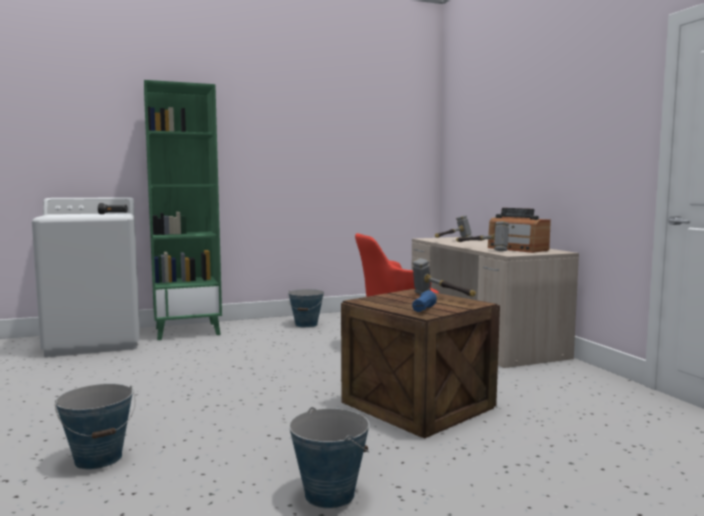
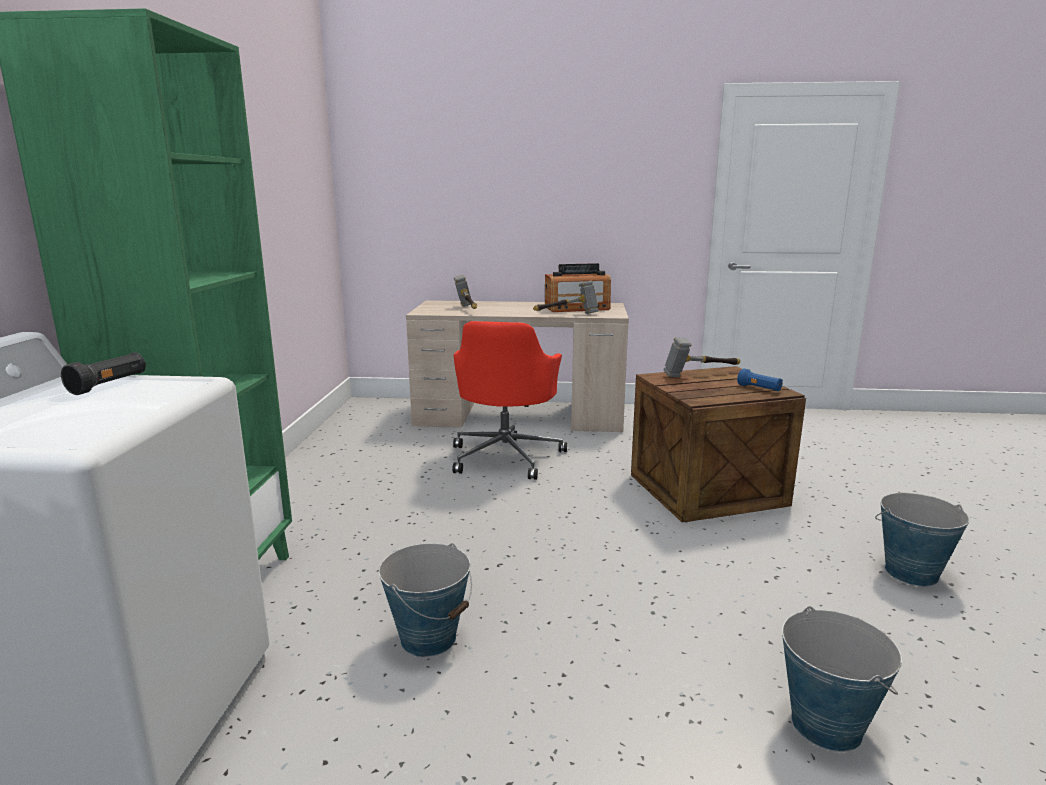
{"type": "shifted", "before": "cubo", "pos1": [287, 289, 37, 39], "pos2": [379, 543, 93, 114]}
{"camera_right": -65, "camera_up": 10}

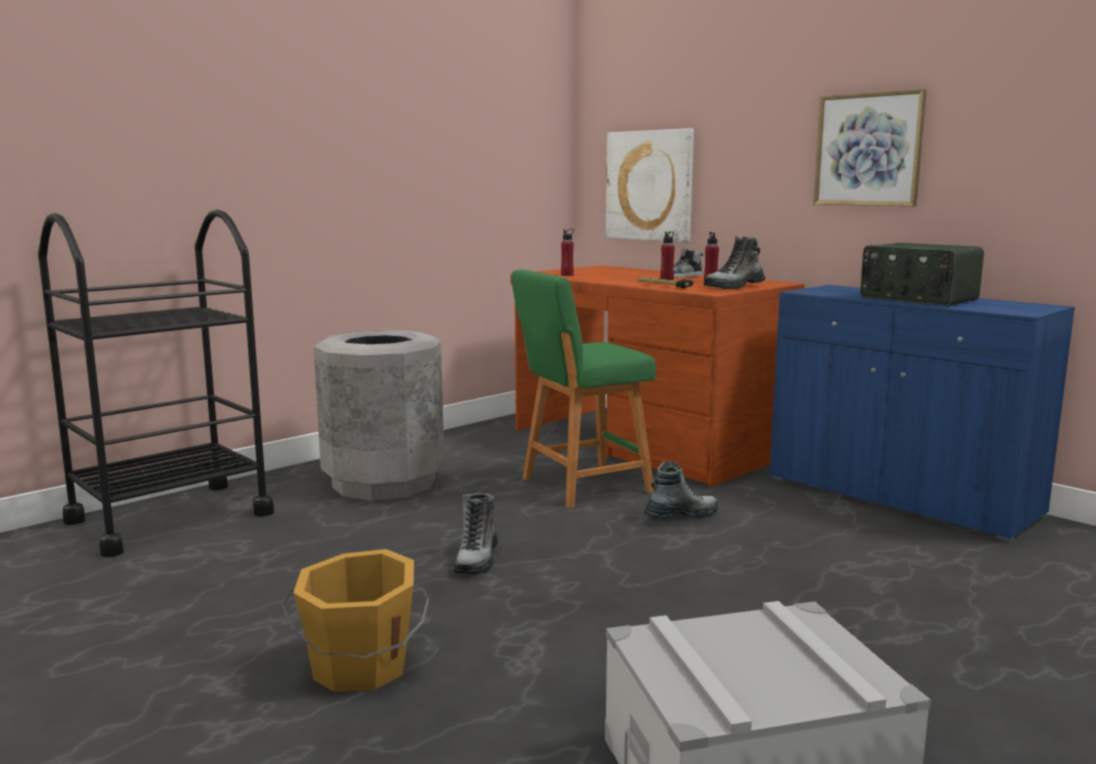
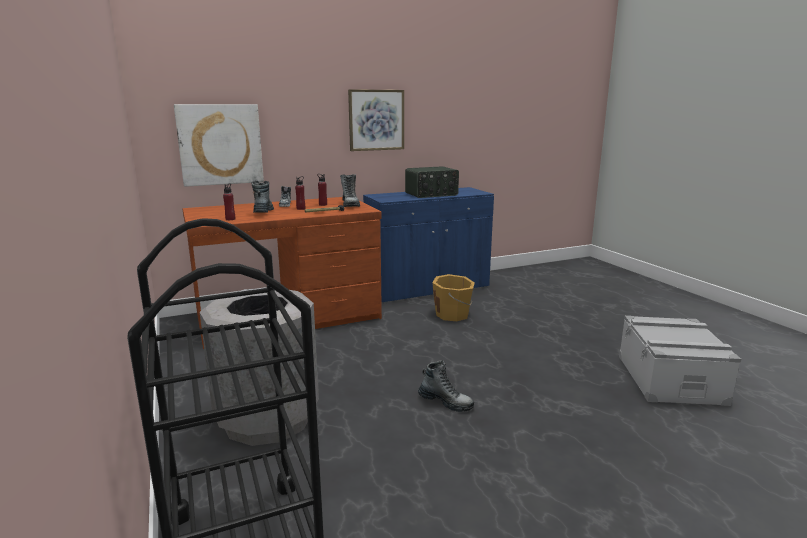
{"type": "shifted", "before": "cubo [naranja]", "pos1": [282, 549, 147, 143], "pos2": [432, 274, 43, 47]}
{"type": "gone", "before": "taburete [verde]", "pos1": [511, 270, 145, 238]}
{"type": "shifted", "before": "bota", "pos1": [643, 461, 75, 59], "pos2": [252, 181, 22, 32]}
{"camera_right": -70, "camera_up": 5}

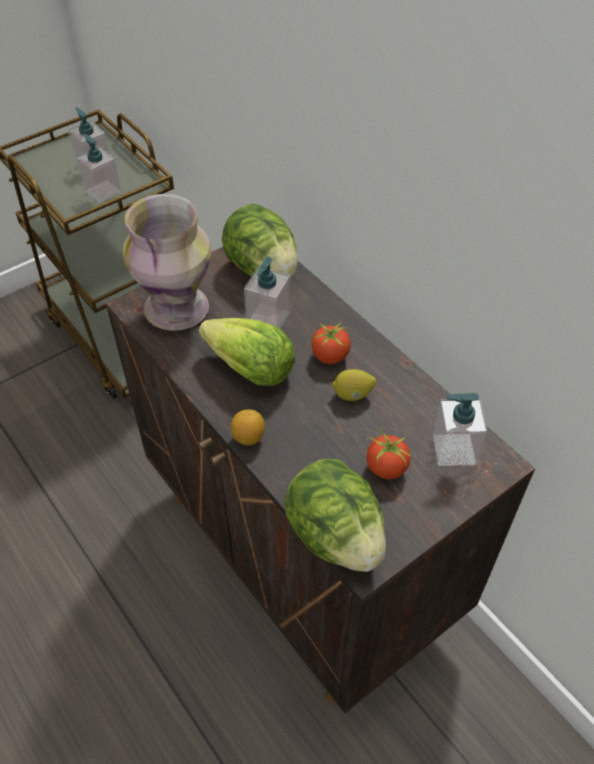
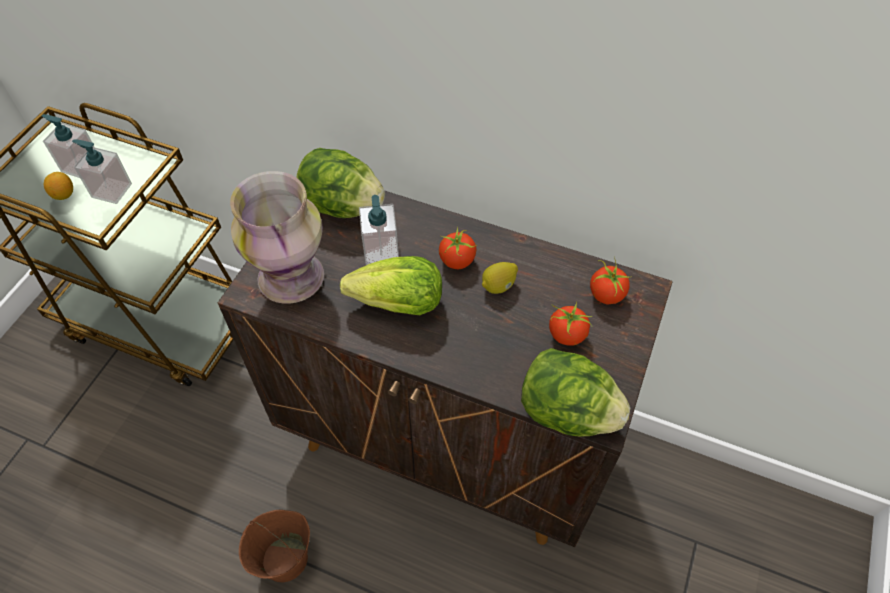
{"type": "shifted", "before": "limón", "pos1": [231, 409, 34, 37], "pos2": [44, 172, 29, 28]}
{"type": "swapped", "before": "dispensador de jabón", "after": "tomate", "pos1": [433, 393, 55, 73], "pos2": [590, 257, 42, 48]}
{"type": "new", "after": "cubo [marrón]", "pos2": [239, 510, 71, 72]}
{"camera_right": -30, "camera_up": 5}

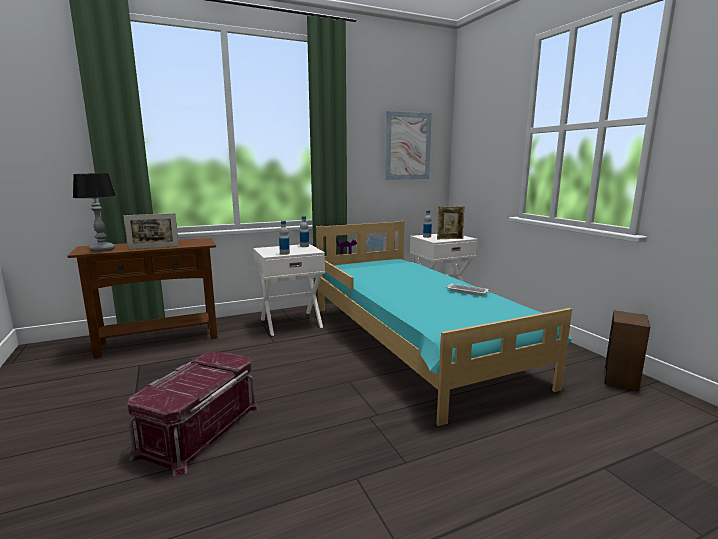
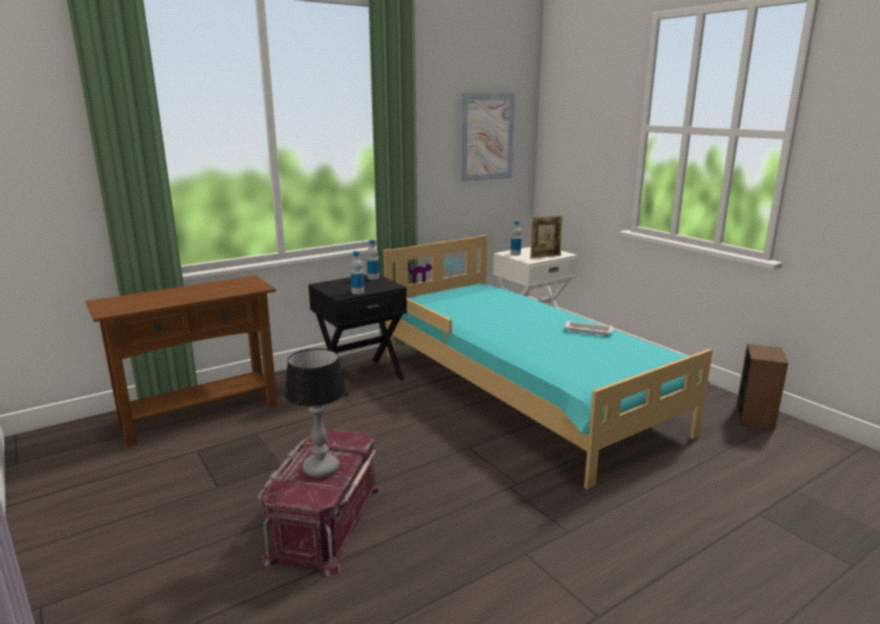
{"type": "shifted", "before": "lámpara de mesa", "pos1": [73, 174, 43, 78], "pos2": [284, 348, 63, 130]}
{"type": "gone", "before": "portarretratos", "pos1": [123, 213, 56, 36]}
{"type": "repainted", "before": "mesita de noche [blanco]", "after": "mesita de noche [negro]", "pos1": [253, 244, 72, 92], "pos2": [308, 274, 99, 122]}
{"camera_right": -10, "camera_up": 5}

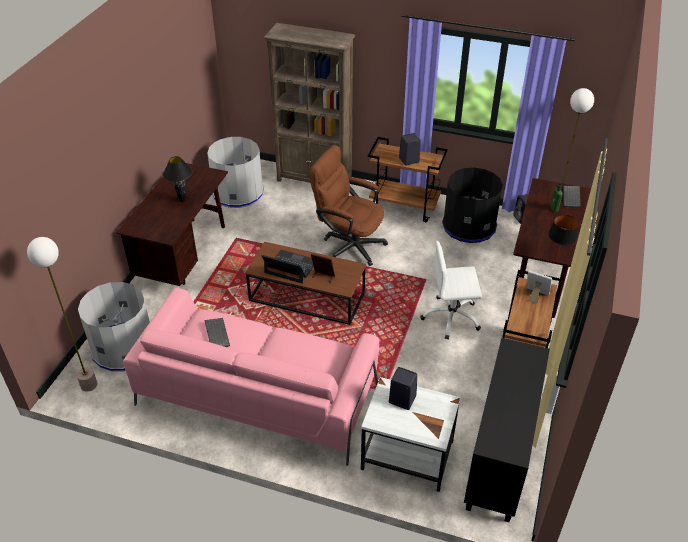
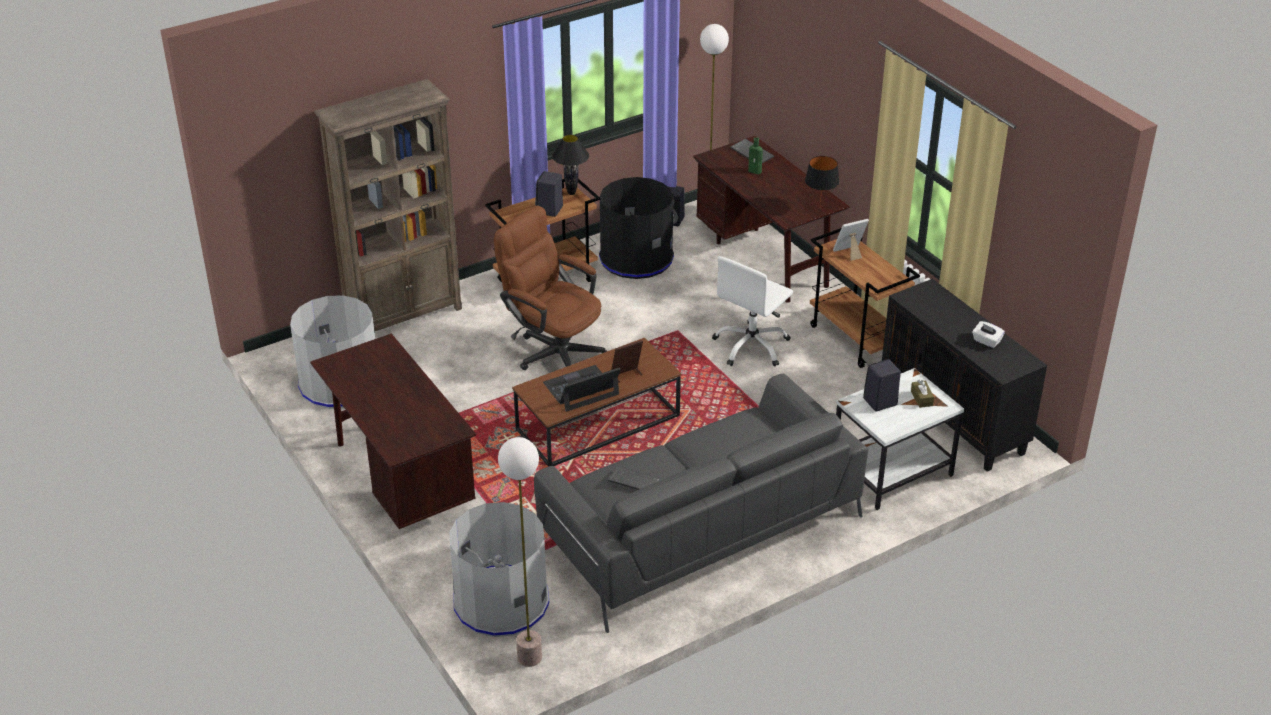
{"type": "repainted", "before": "sofá [rosa]", "after": "sofá [gris]", "pos1": [123, 288, 256, 178], "pos2": [534, 373, 334, 260]}
{"type": "shifted", "before": "lámpara de mesa [negro]", "pos1": [163, 156, 29, 46], "pos2": [552, 134, 37, 61]}
{"type": "rotated", "before": "silla de oficina [marrón]", "pos1": [310, 145, 78, 121], "pos2": [494, 206, 113, 164], "turn": 60}
{"type": "new", "after": "caja de pañuelos [marrón]", "pos2": [911, 380, 23, 28]}
{"type": "new", "after": "caja de pañuelos [blanco]", "pos2": [972, 321, 33, 27]}
{"camera_right": -50, "camera_up": -5}

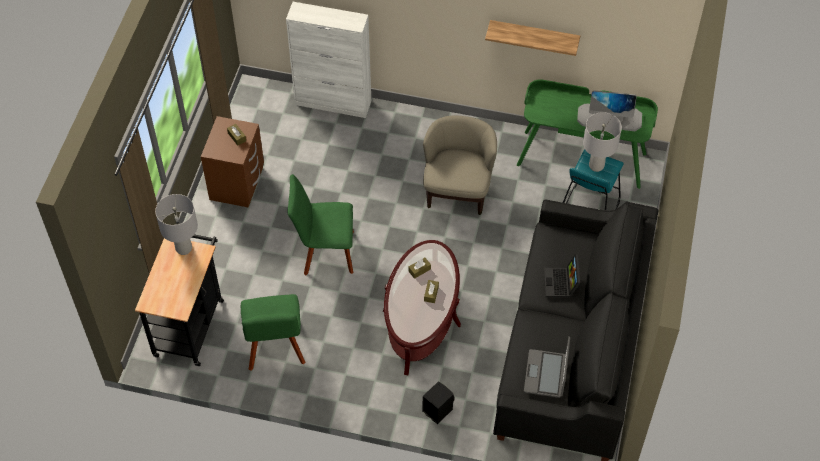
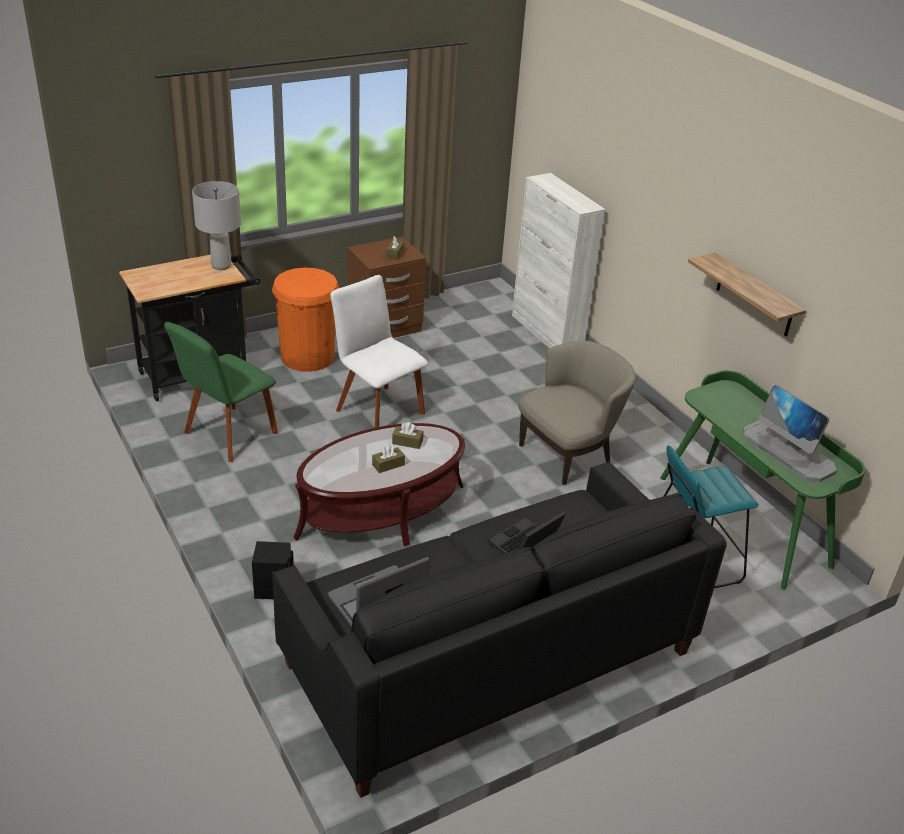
{"type": "repainted", "before": "silla [verde]", "after": "silla [blanco]", "pos1": [287, 174, 67, 102], "pos2": [330, 275, 98, 153]}
{"type": "gone", "before": "lámpara de mesa [gris]", "pos1": [583, 112, 39, 60]}
{"type": "new", "after": "papelera [naranja]", "pos2": [272, 268, 67, 104]}
{"camera_right": 45, "camera_up": -20}

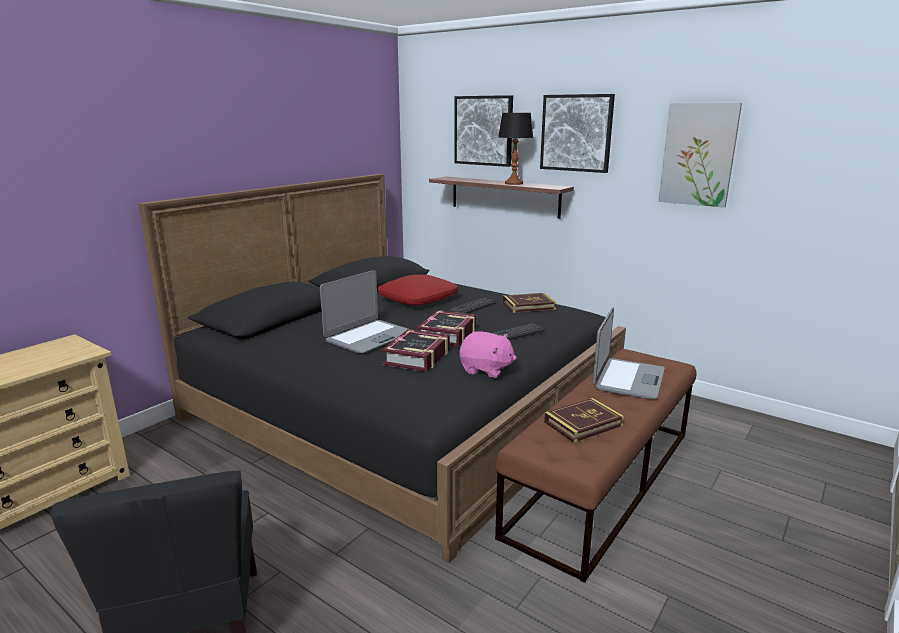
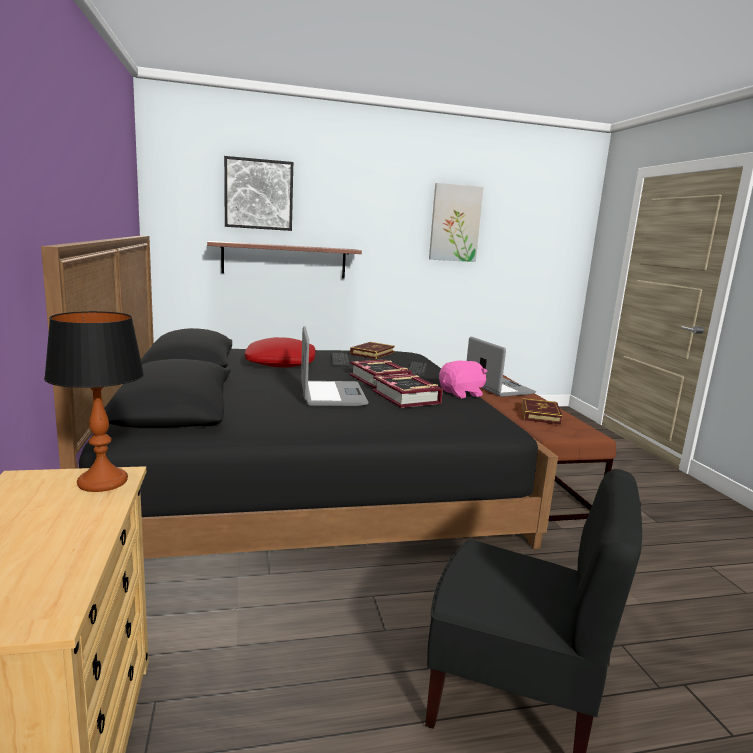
{"type": "shifted", "before": "lámpara de mesa", "pos1": [498, 113, 35, 72], "pos2": [44, 311, 100, 181]}
{"type": "gone", "before": "cuadro", "pos1": [540, 94, 75, 79]}
{"camera_right": -50, "camera_up": -5}

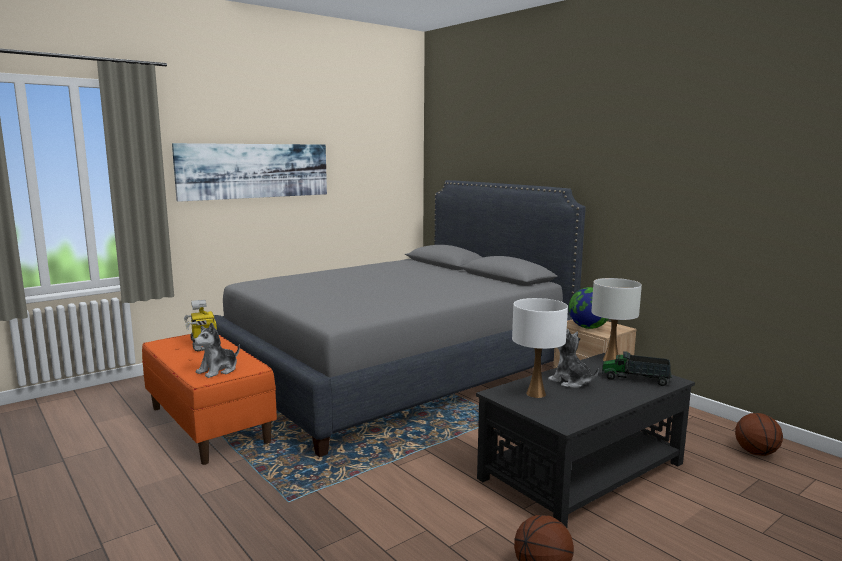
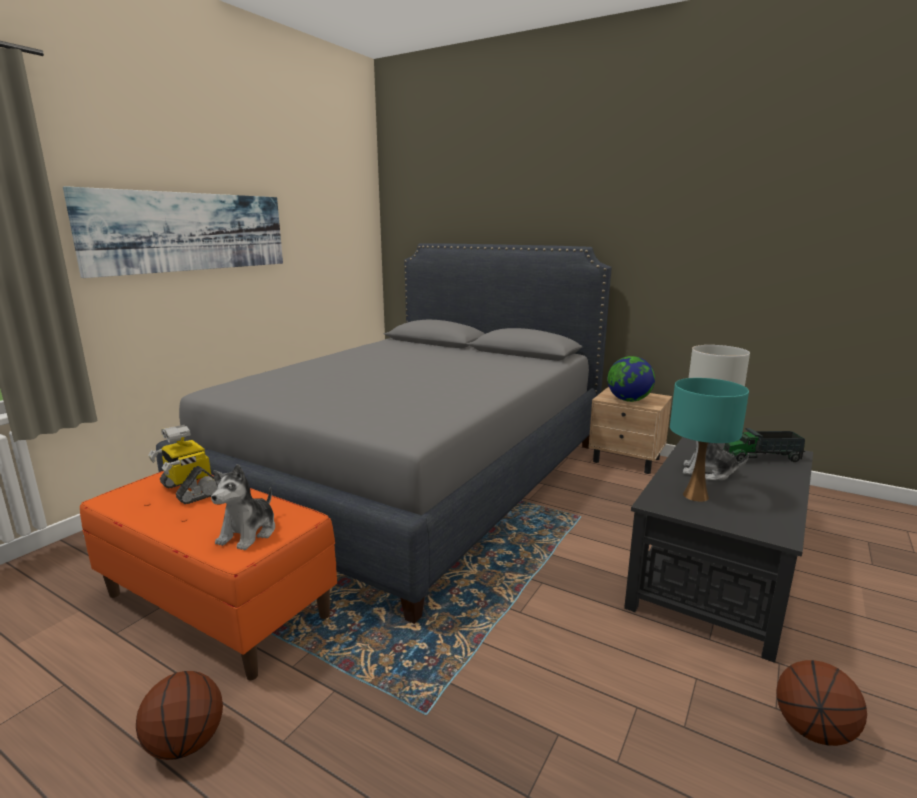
{"type": "repainted", "before": "lámpara de mesa [blanco]", "after": "lámpara de mesa [turquesa]", "pos1": [512, 298, 56, 100], "pos2": [670, 378, 79, 124]}
{"type": "shifted", "before": "balón de baloncesto", "pos1": [735, 413, 48, 43], "pos2": [136, 671, 87, 89]}
{"camera_right": -20, "camera_up": 5}

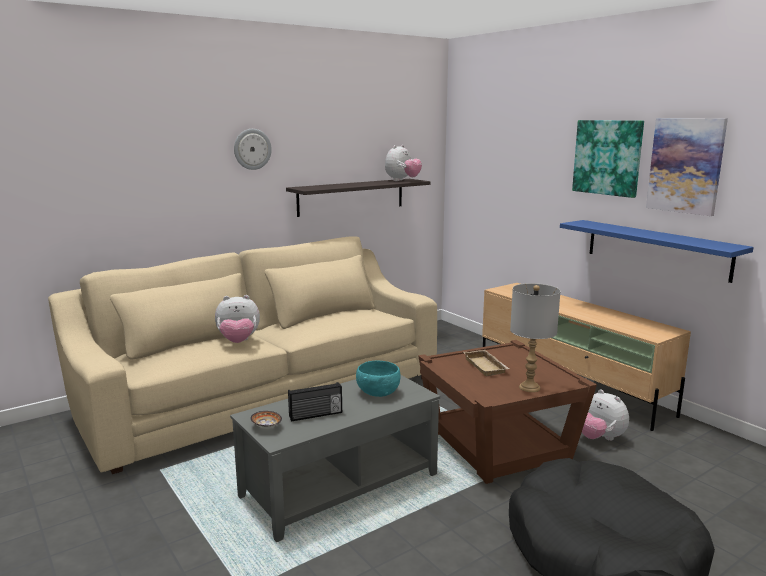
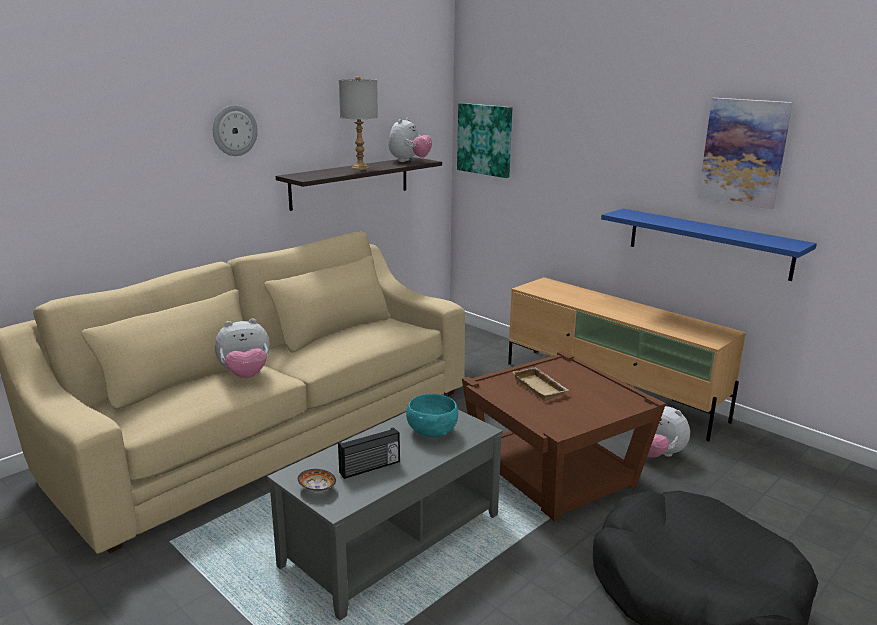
{"type": "shifted", "before": "lámpara de mesa [gris]", "pos1": [510, 283, 51, 109], "pos2": [339, 76, 39, 94]}
{"type": "shifted", "before": "cuadro", "pos1": [572, 120, 72, 78], "pos2": [457, 103, 56, 75]}
{"camera_right": -10, "camera_up": 5}

